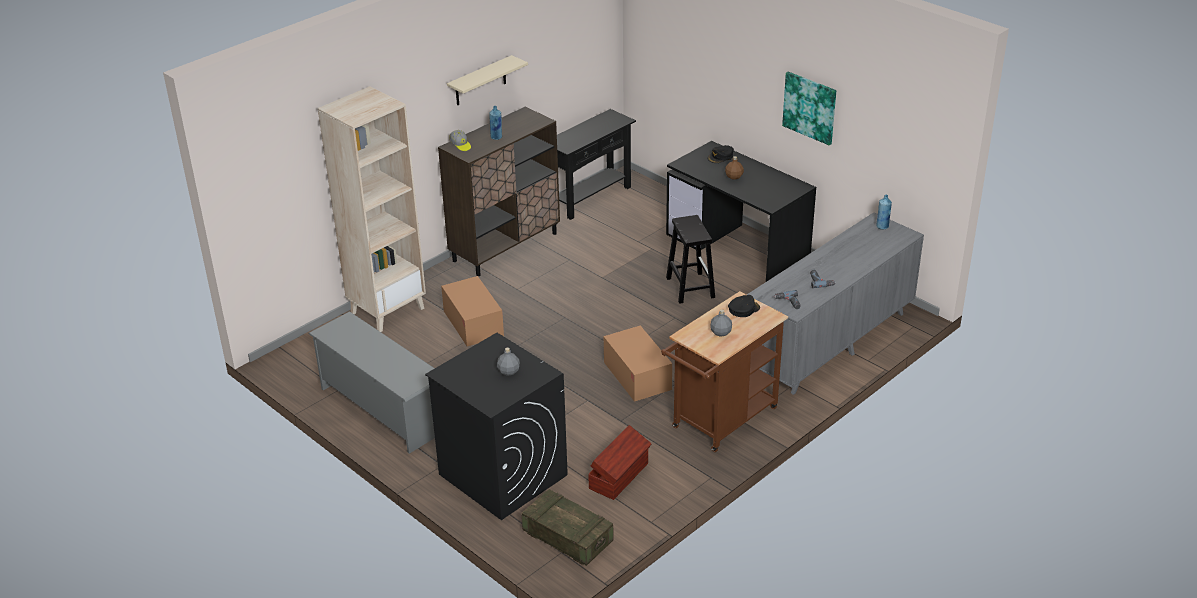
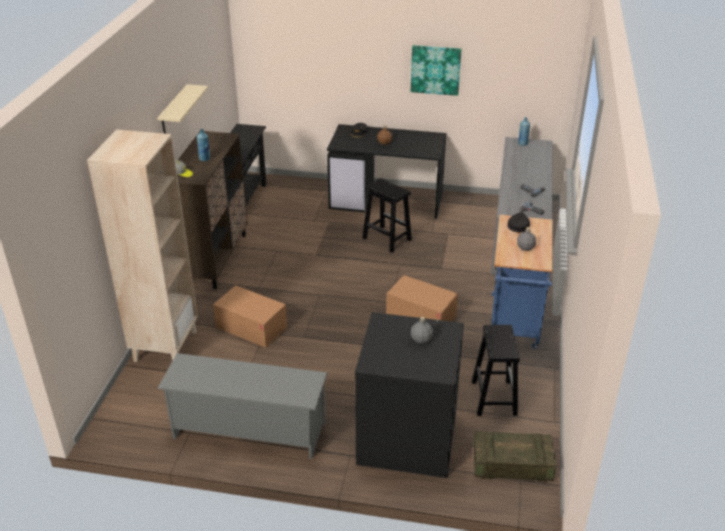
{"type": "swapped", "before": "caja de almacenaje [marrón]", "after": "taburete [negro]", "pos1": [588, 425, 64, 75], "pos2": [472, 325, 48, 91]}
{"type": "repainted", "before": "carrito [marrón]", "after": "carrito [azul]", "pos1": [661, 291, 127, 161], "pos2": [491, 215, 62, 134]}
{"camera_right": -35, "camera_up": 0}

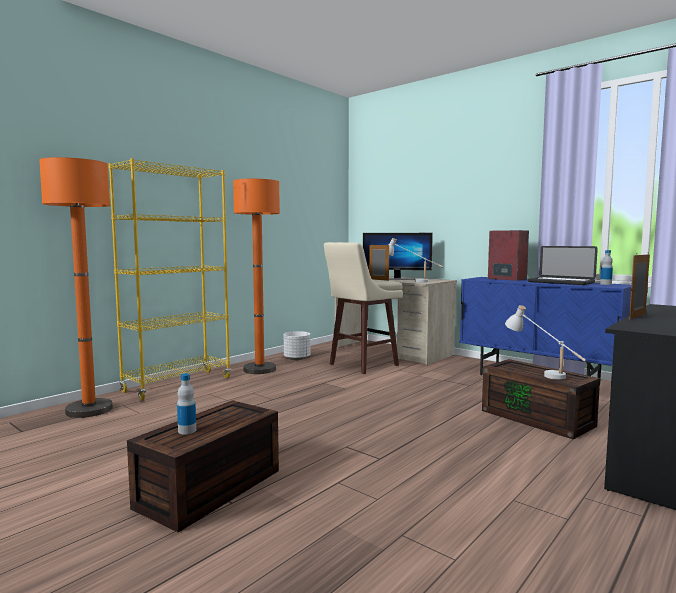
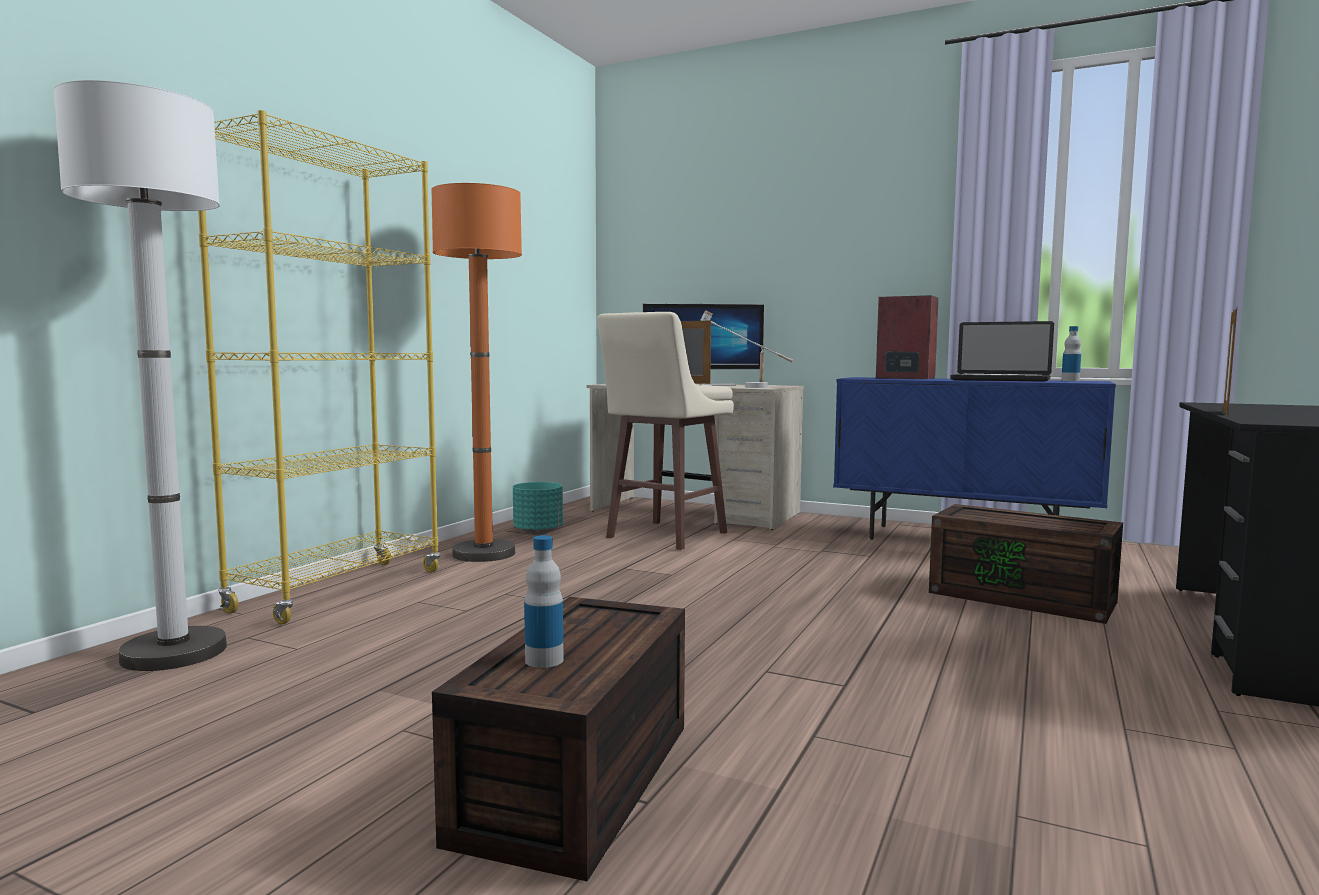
{"type": "repainted", "before": "lámpara de pie [naranja]", "after": "lámpara de pie [blanco]", "pos1": [40, 157, 73, 261], "pos2": [54, 80, 173, 591]}
{"type": "repainted", "before": "maceta [blanco]", "after": "maceta [turquesa]", "pos1": [284, 331, 26, 29], "pos2": [513, 482, 50, 52]}
{"type": "gone", "before": "lámpara de mesa [blanco]", "pos1": [505, 305, 81, 75]}
{"camera_right": -15, "camera_up": 0}

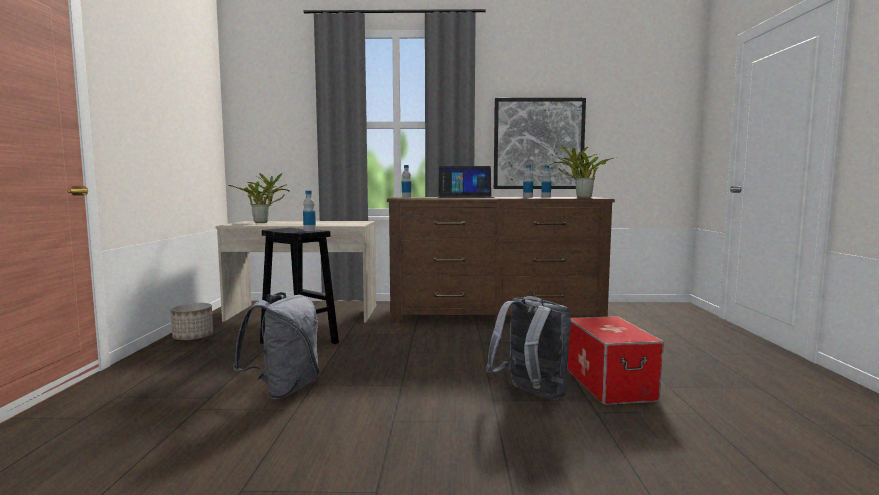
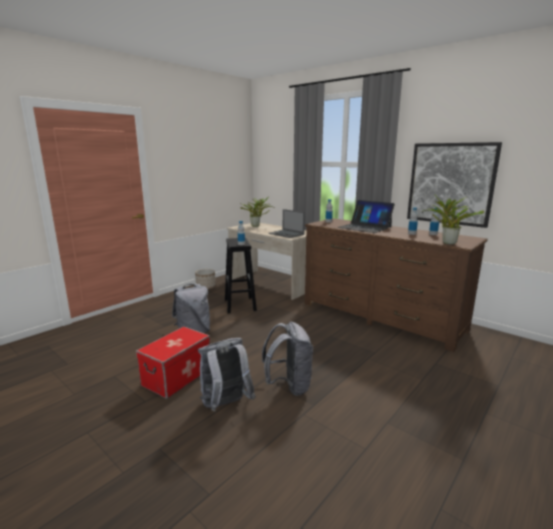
{"type": "shifted", "before": "caja de almacenaje", "pos1": [567, 316, 97, 89], "pos2": [136, 326, 74, 73]}
{"type": "new", "after": "mochila [gris]", "pos2": [198, 338, 58, 73]}
{"type": "new", "after": "portátil", "pos2": [269, 209, 36, 29]}
{"camera_right": 40, "camera_up": 10}

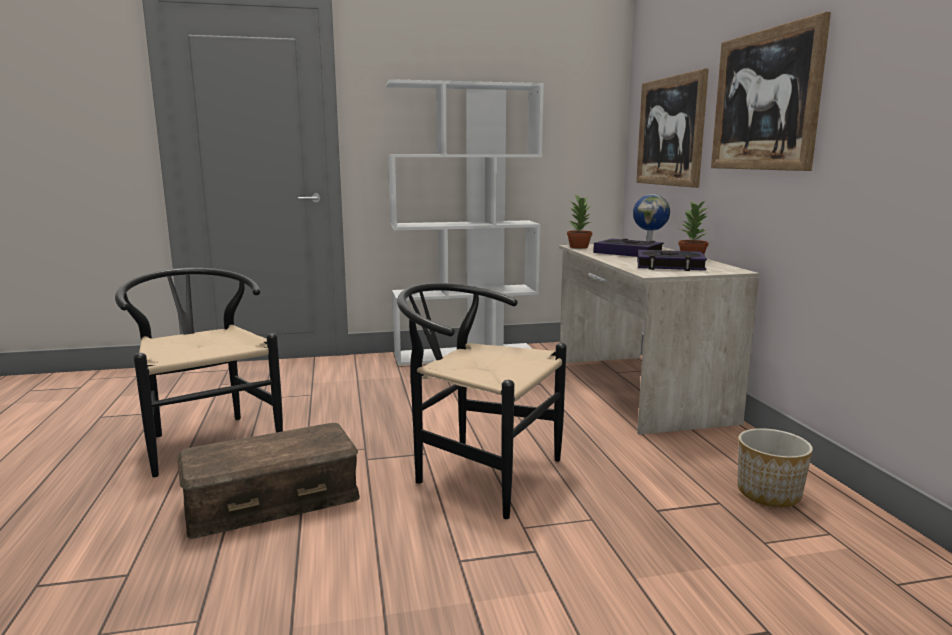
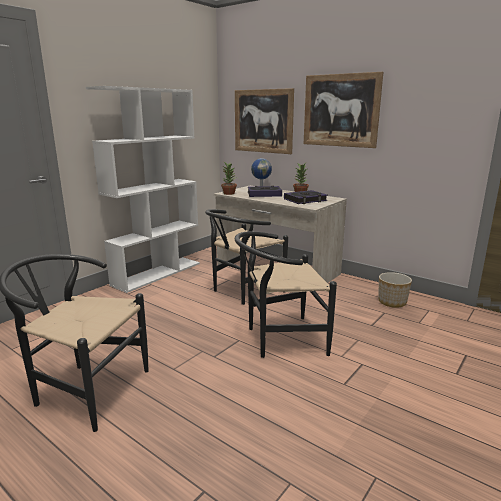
{"type": "gone", "before": "caja de almacenaje [marrón]", "pos1": [177, 423, 183, 116]}
{"type": "new", "after": "silla [negro]", "pos2": [205, 209, 83, 96]}
{"camera_right": -40, "camera_up": 5}

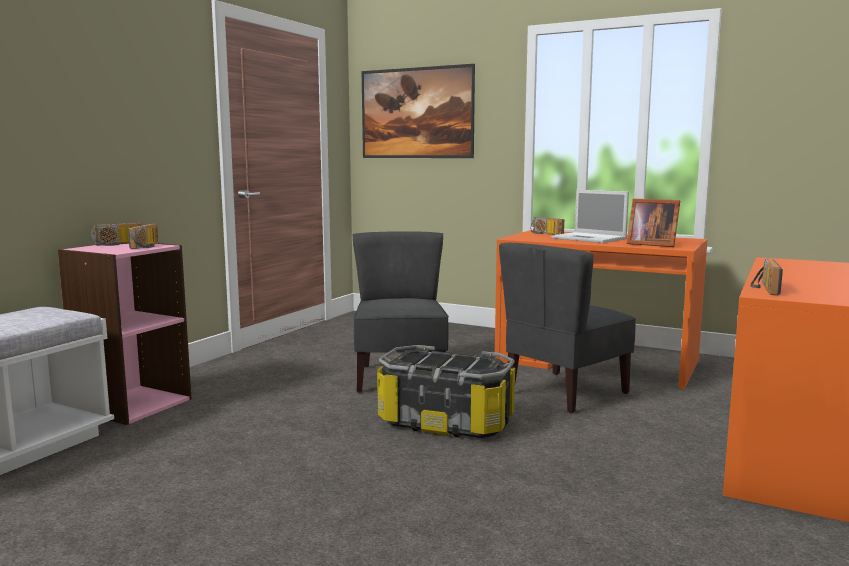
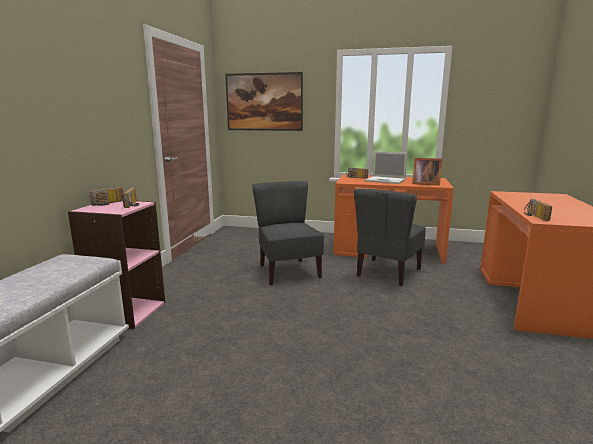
{"type": "gone", "before": "caja de almacenaje", "pos1": [377, 345, 138, 93]}
{"camera_right": -15, "camera_up": 5}

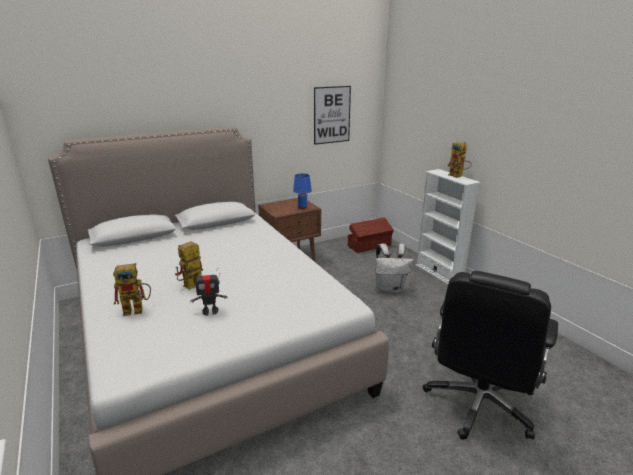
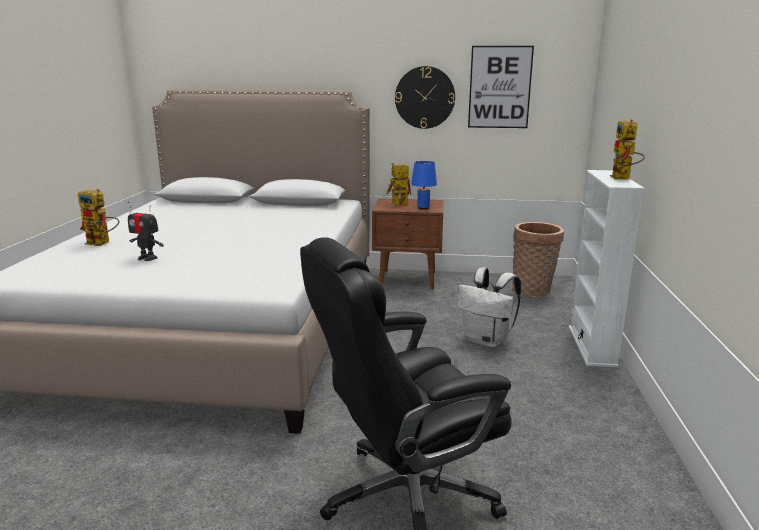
{"type": "shifted", "before": "robot de juguete", "pos1": [175, 241, 28, 49], "pos2": [386, 163, 25, 43]}
{"type": "swapped", "before": "caja de almacenaje [marrón]", "after": "cesta", "pos1": [348, 217, 46, 36], "pos2": [512, 222, 52, 75]}
{"type": "new", "after": "reloj de pared", "pos2": [395, 66, 60, 63]}
{"camera_right": 35, "camera_up": -5}

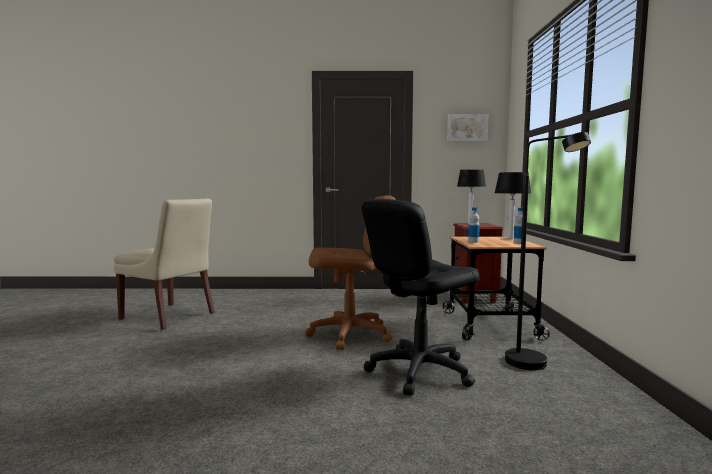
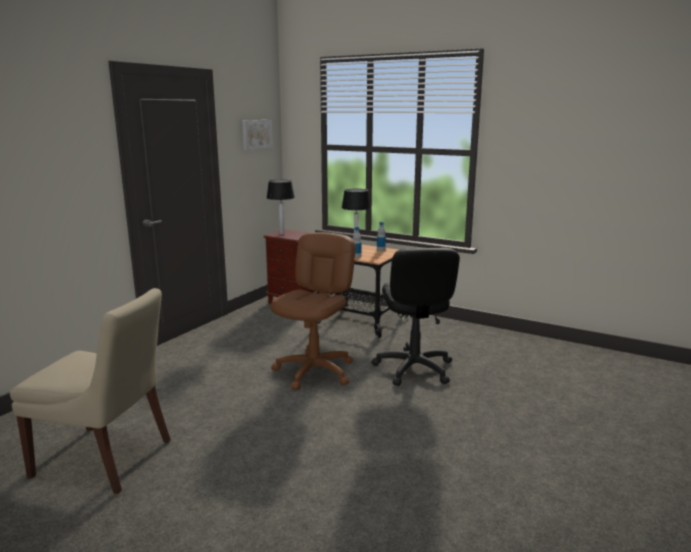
{"type": "rotated", "before": "silla [beis]", "pos1": [114, 198, 101, 132], "pos2": [10, 288, 161, 206], "turn": 45}
{"type": "gone", "before": "lámpara de pie [negro]", "pos1": [505, 132, 86, 238]}
{"camera_right": -60, "camera_up": 10}

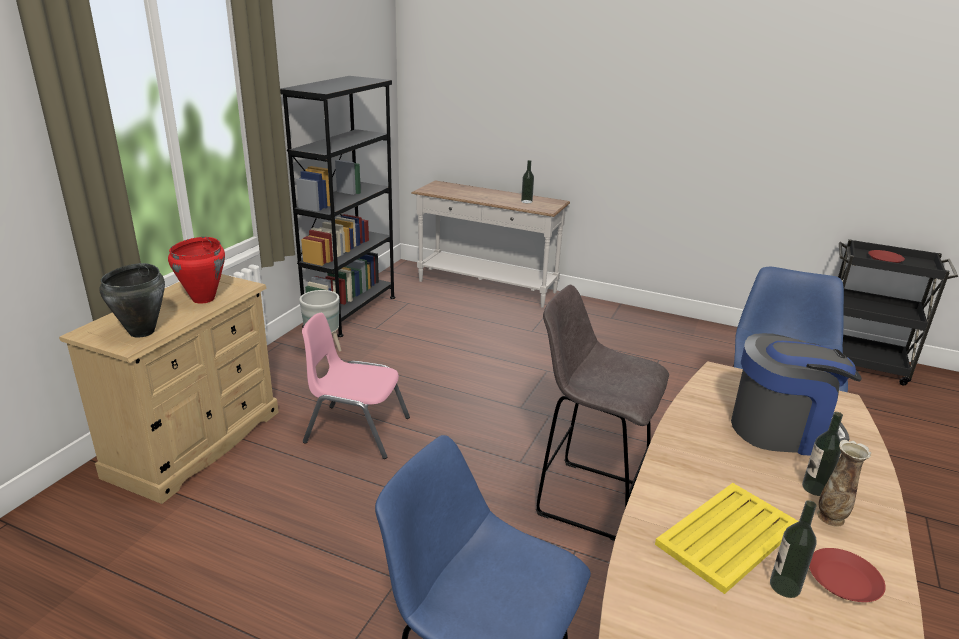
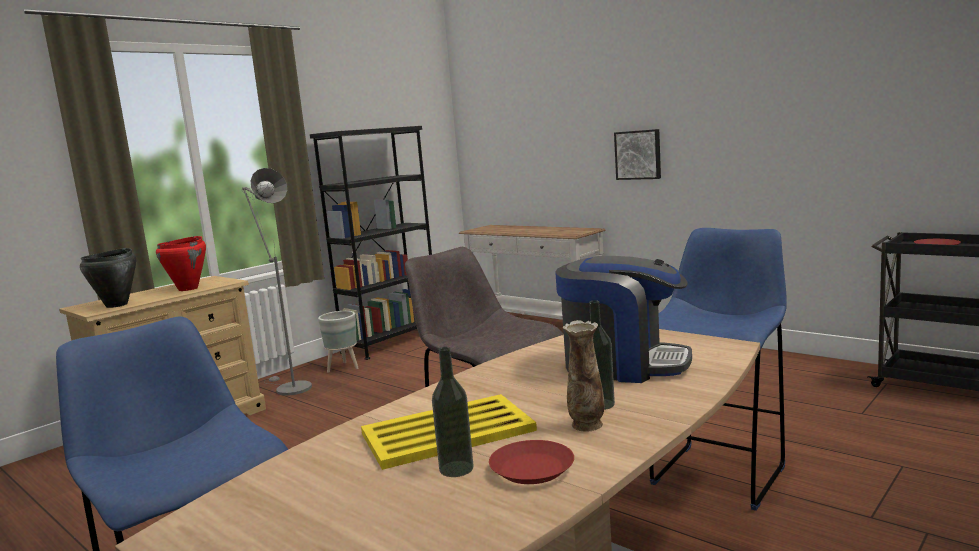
{"type": "gone", "before": "silla [rosa]", "pos1": [302, 313, 108, 146]}
{"type": "gone", "before": "botella", "pos1": [521, 160, 13, 43]}
{"type": "new", "after": "lámpara de pie [gris]", "pos2": [241, 168, 71, 228]}
{"type": "new", "after": "cuadro", "pos2": [614, 129, 47, 51]}
{"camera_right": 20, "camera_up": -15}

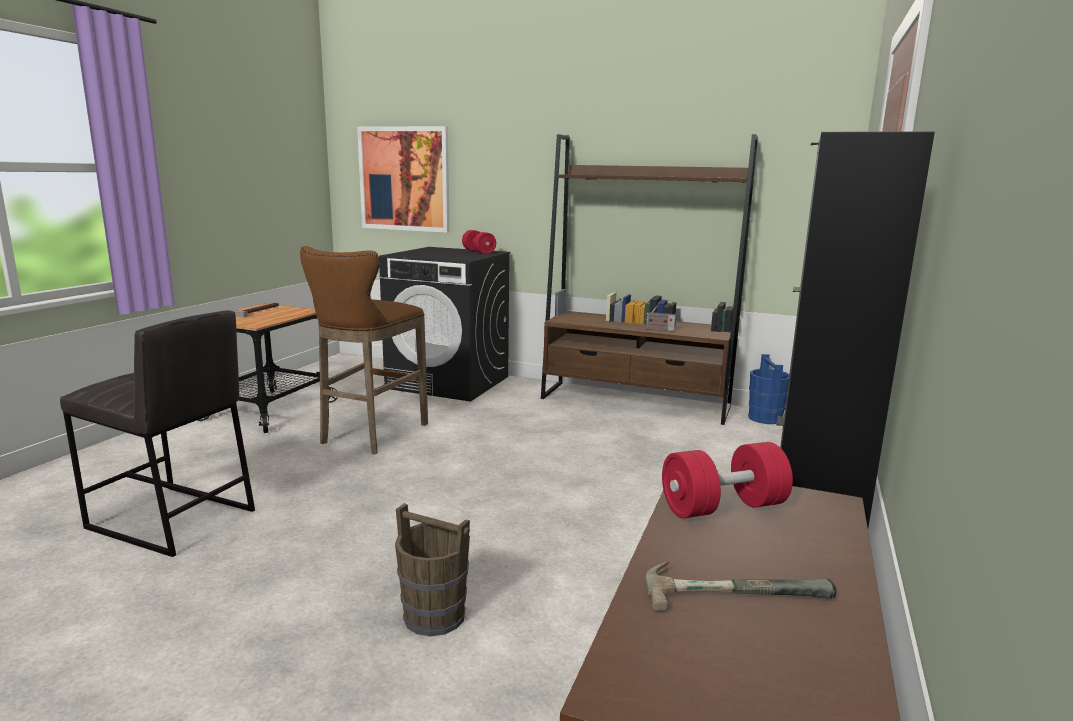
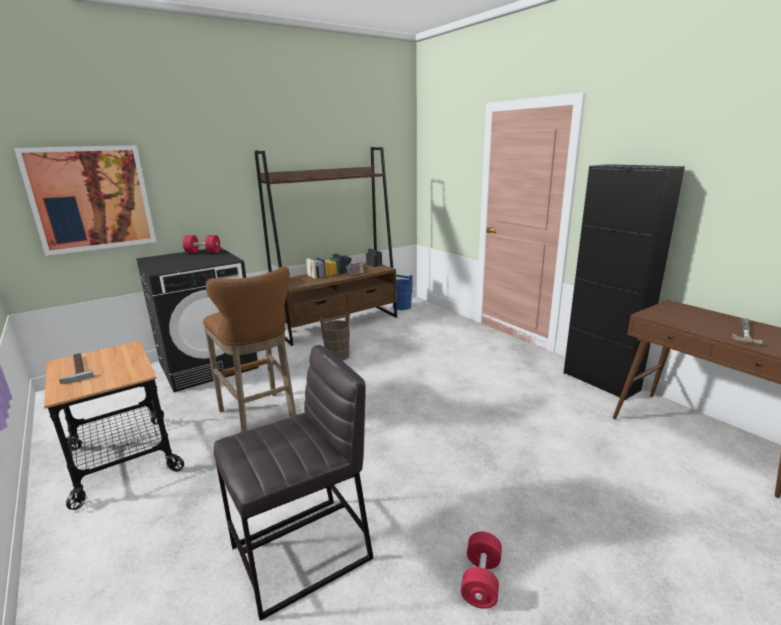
{"type": "shifted", "before": "cubo [marrón]", "pos1": [395, 503, 75, 133], "pos2": [320, 312, 30, 49]}
{"type": "shifted", "before": "mancuerna [rojo]", "pos1": [662, 442, 131, 76], "pos2": [461, 532, 41, 77]}
{"camera_right": -55, "camera_up": 5}

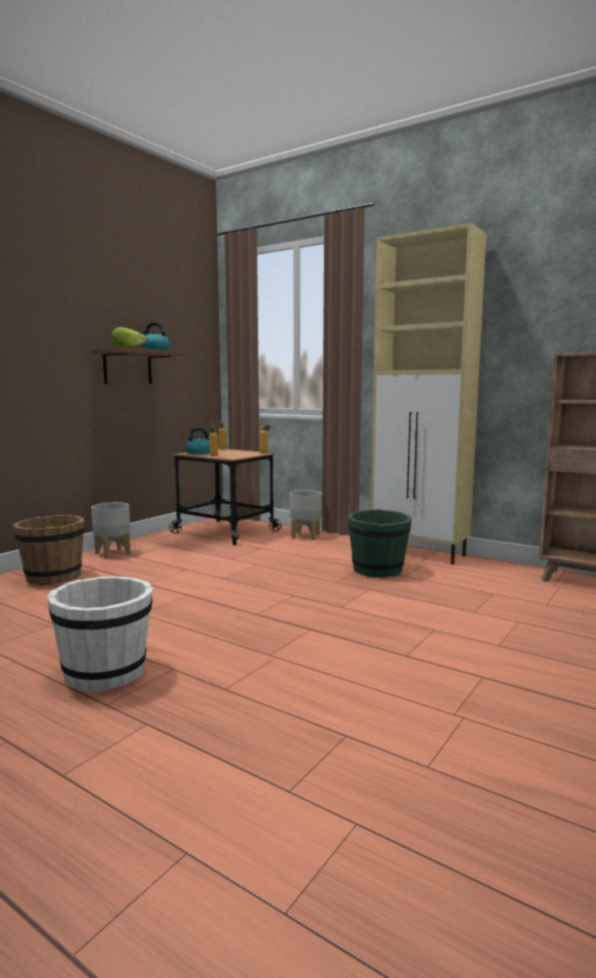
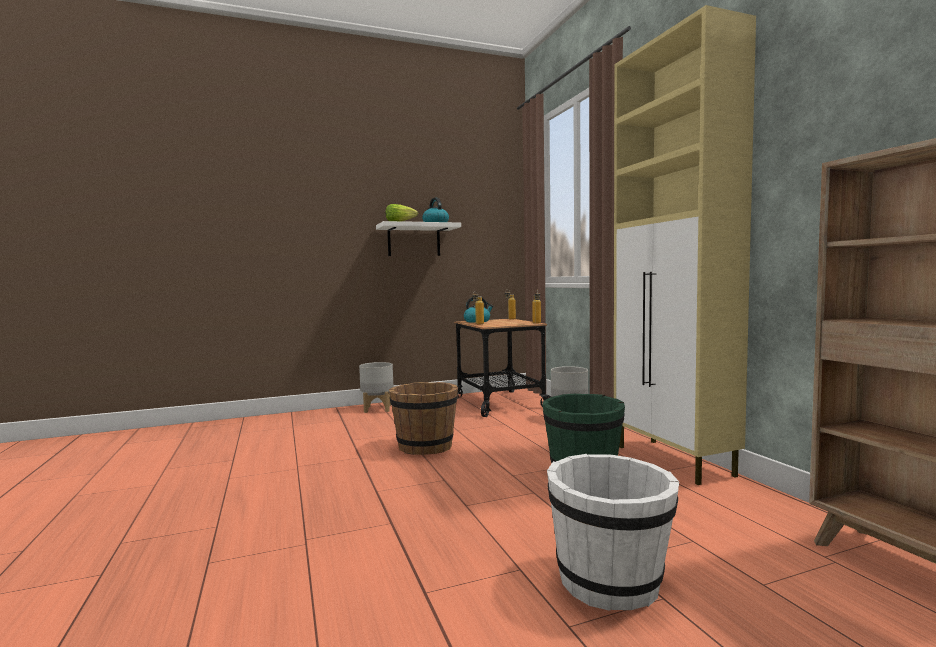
{"type": "shifted", "before": "cubo [marrón]", "pos1": [13, 515, 72, 70], "pos2": [389, 382, 69, 73]}
{"type": "shifted", "before": "cubo [blanco]", "pos1": [47, 576, 106, 116], "pos2": [547, 454, 132, 157]}
{"type": "repainted", "before": "estante [marrón]", "after": "estante [blanco]", "pos1": [92, 347, 93, 37], "pos2": [376, 221, 85, 35]}
{"camera_right": 35, "camera_up": -5}

